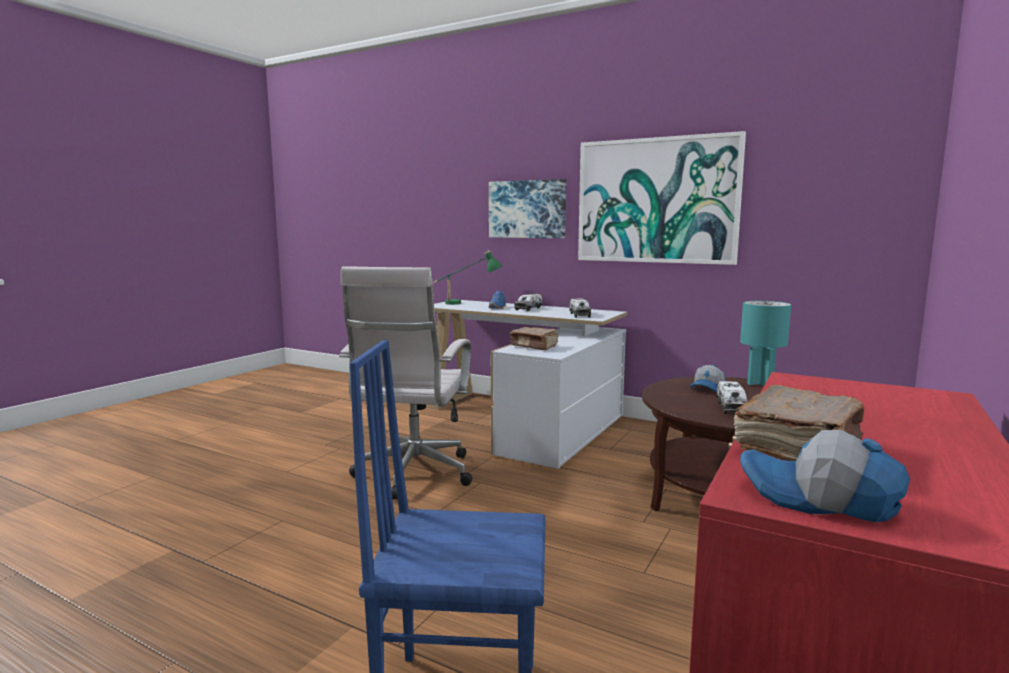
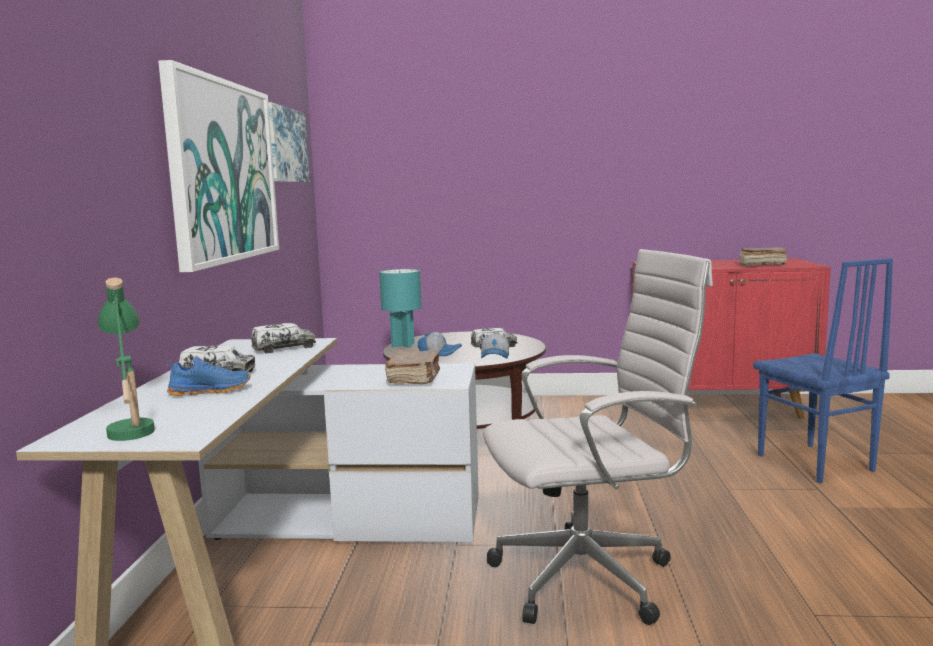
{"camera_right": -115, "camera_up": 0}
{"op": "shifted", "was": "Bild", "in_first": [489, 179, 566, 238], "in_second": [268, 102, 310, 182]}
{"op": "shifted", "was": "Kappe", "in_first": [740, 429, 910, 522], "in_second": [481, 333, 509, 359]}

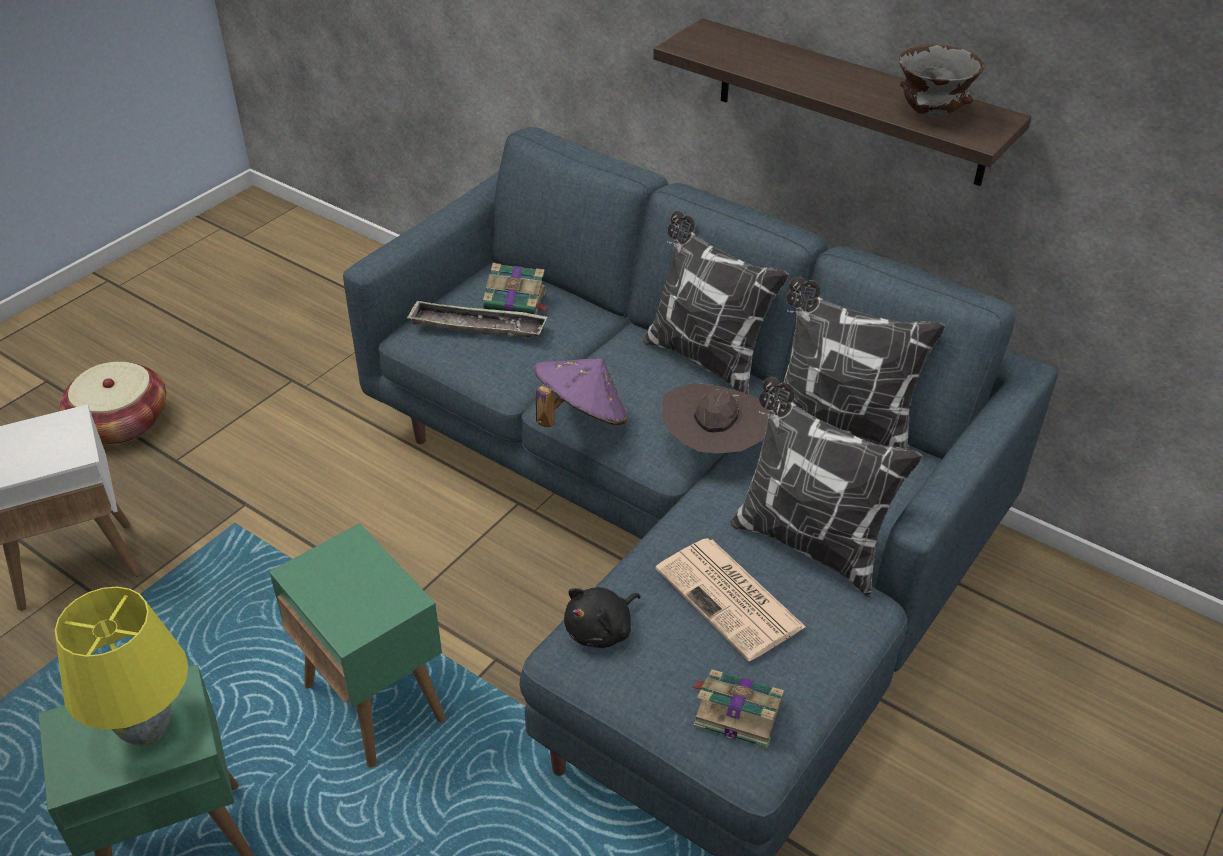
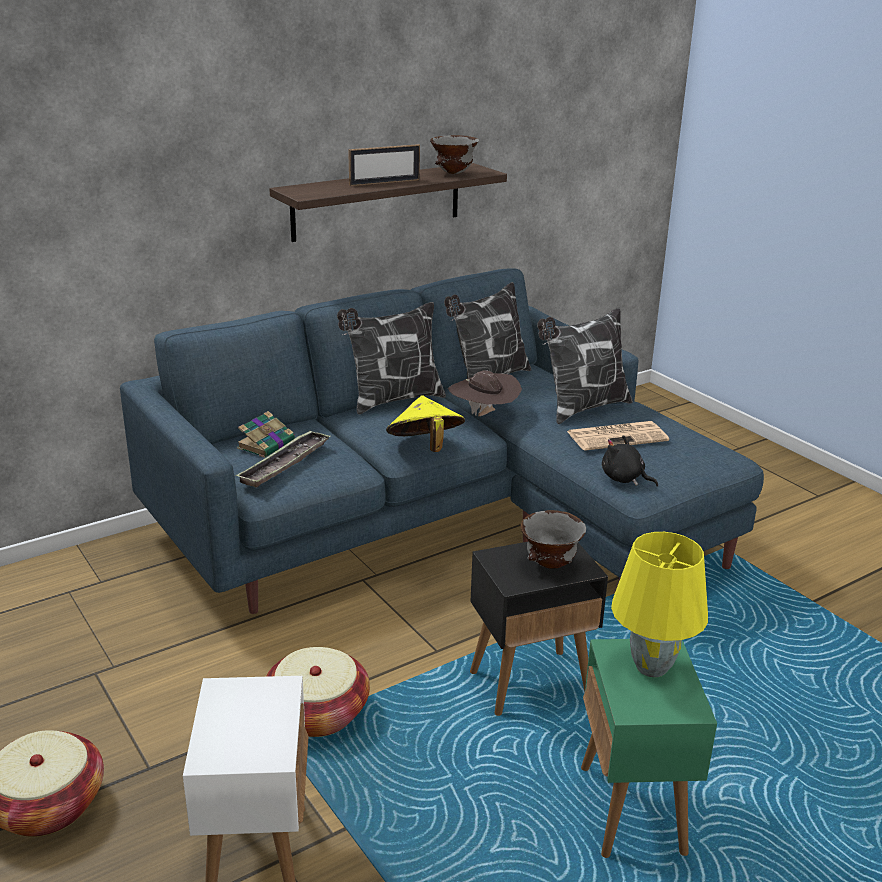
{"camera_right": -70, "camera_up": -15}
{"op": "repainted", "was": "Hut (lila)", "now": "Hut (gelb)", "in_first": [533, 358, 628, 427], "in_second": [386, 395, 465, 452]}
{"op": "repainted", "was": "Beistelltisch (grün)", "now": "Beistelltisch (schwarz)", "in_first": [269, 523, 446, 768], "in_second": [470, 542, 608, 716]}
{"op": "rotated", "was": "Plüschtier (schwarz)", "in_first": [564, 587, 641, 648], "in_second": [602, 435, 658, 486], "clockwise": 150}
{"op": "gone", "was": "Buch", "in_first": [692, 669, 784, 748]}
{"op": "new", "now": "Bilderrahmen", "in_second": [348, 144, 420, 186]}
{"op": "new", "now": "Schüssel (grau)", "in_second": [520, 510, 586, 569]}
{"op": "new", "now": "Korb", "in_second": [266, 647, 370, 737]}

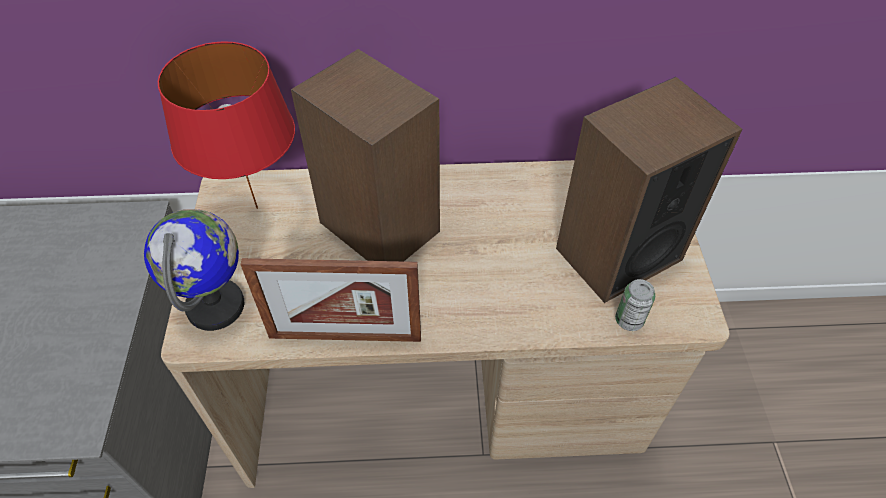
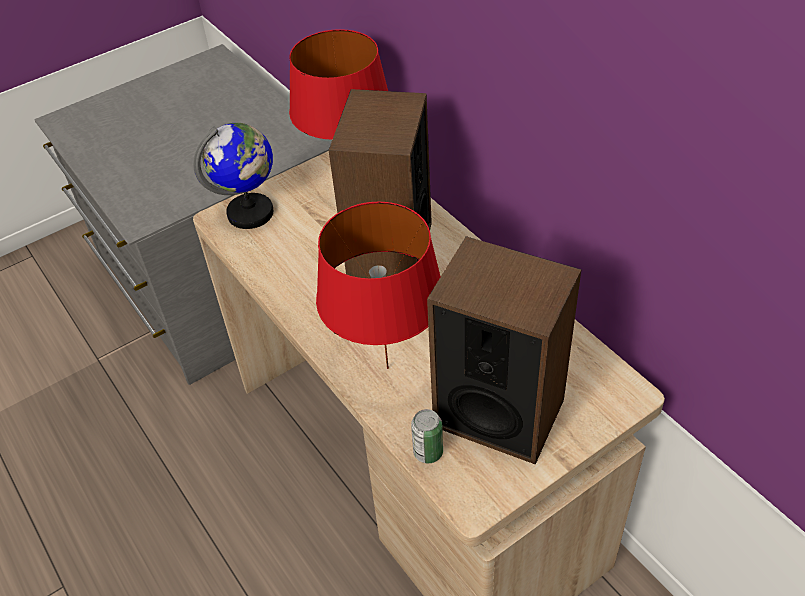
{"camera_right": 60, "camera_up": -5}
{"op": "gone", "was": "Bilderrahmen", "in_first": [240, 258, 421, 342]}
{"op": "new", "now": "Tischlampe (rot)", "in_second": [316, 202, 441, 369]}

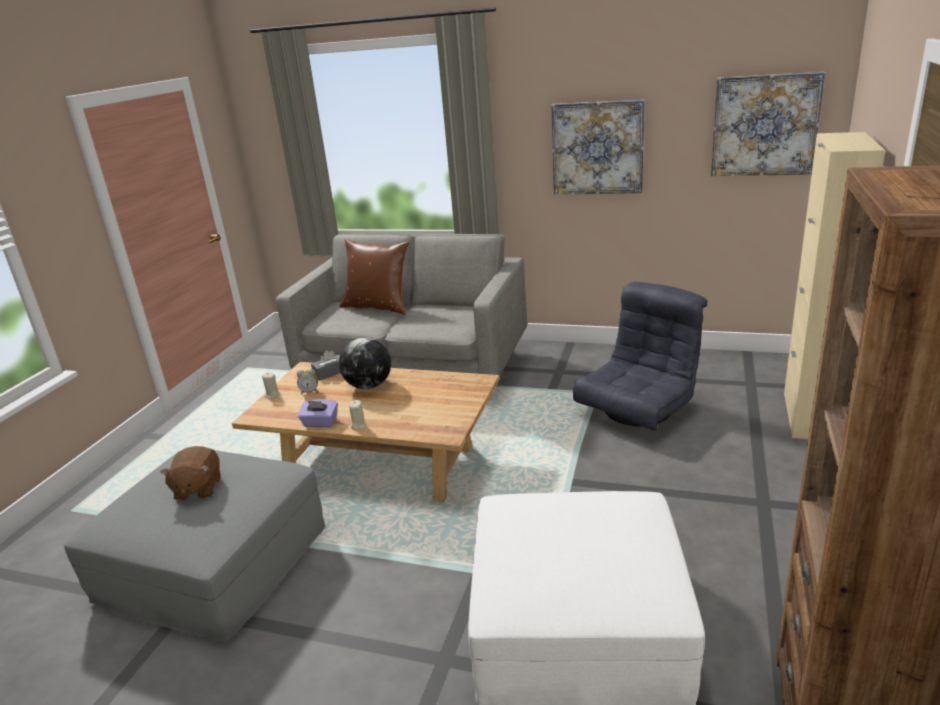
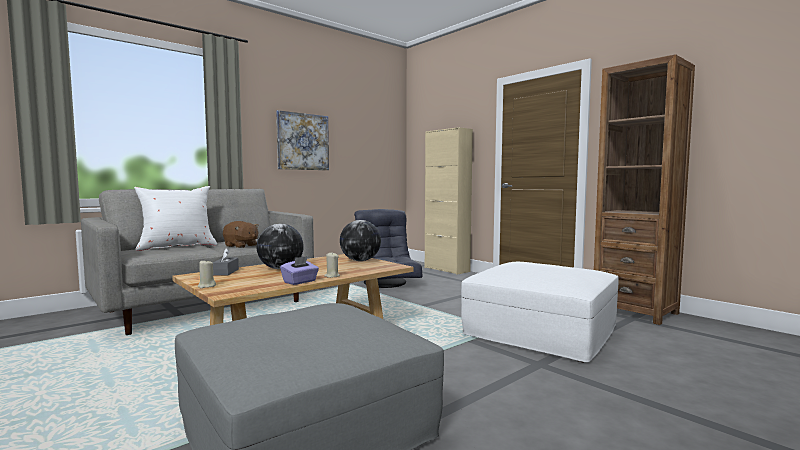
{"camera_right": -60, "camera_up": -20}
{"op": "gone", "was": "Bild", "in_first": [711, 72, 825, 176]}
{"op": "repainted", "was": "Kissen (braun)", "now": "Kissen (weiß)", "in_first": [340, 239, 409, 315], "in_second": [134, 186, 217, 251]}
{"op": "gone", "was": "Wecker", "in_first": [297, 369, 318, 395]}
{"op": "shifted", "was": "Plüschtier (braun)", "in_first": [160, 446, 221, 501], "in_second": [223, 221, 259, 248]}
{"op": "new", "now": "Globus", "in_second": [340, 220, 381, 261]}

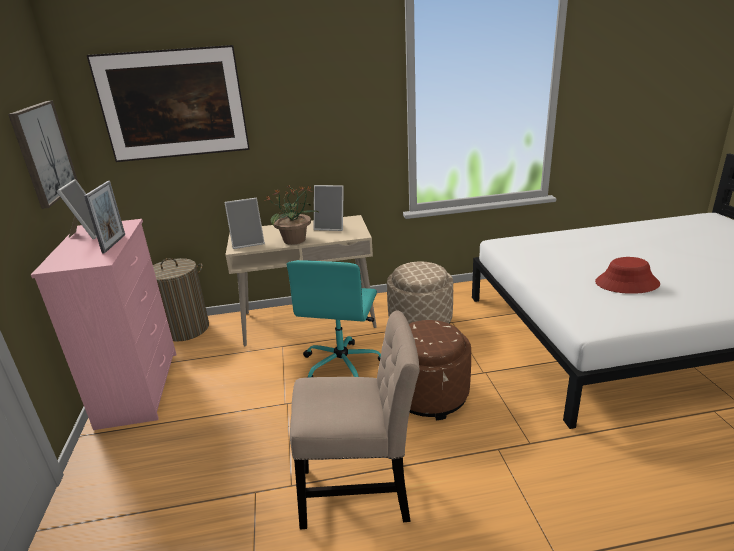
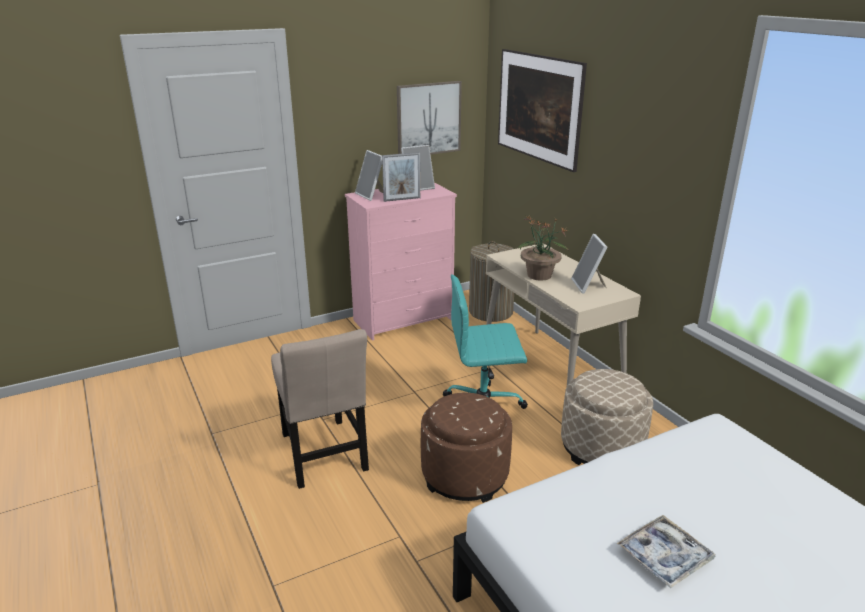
{"camera_right": 70, "camera_up": 0}
{"op": "shifted", "was": "Bilderrahmen", "in_first": [224, 198, 265, 249], "in_second": [355, 150, 383, 201]}
{"op": "swapped", "was": "Hut (rot)", "now": "Tablett", "in_first": [595, 257, 660, 294], "in_second": [617, 515, 716, 588]}

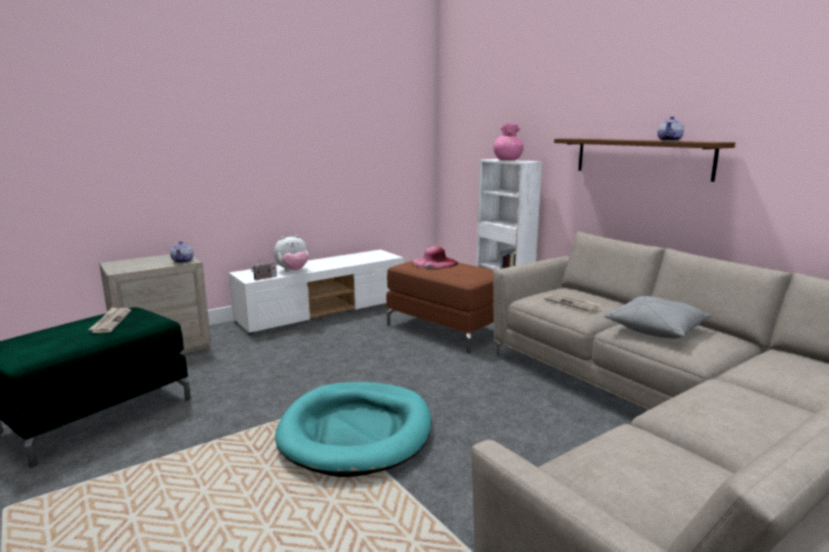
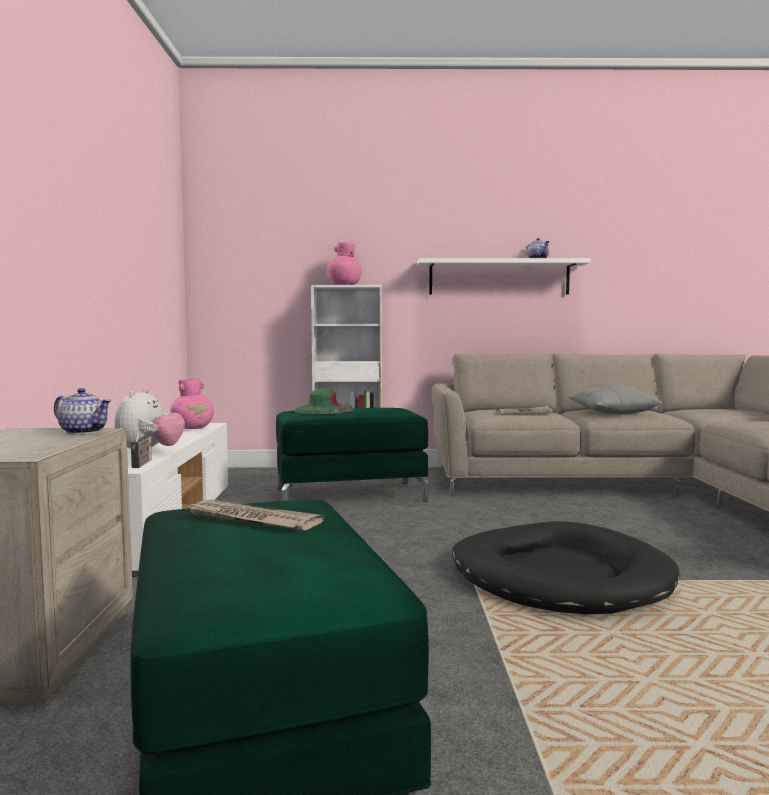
{"camera_right": -55, "camera_up": -10}
{"op": "repainted", "was": "Wandregal (braun)", "now": "Wandregal (weiß)", "in_first": [554, 138, 735, 182], "in_second": [417, 258, 591, 295]}
{"op": "repainted", "was": "Hut (rosa)", "now": "Hut (grün)", "in_first": [412, 246, 458, 269], "in_second": [293, 388, 354, 414]}
{"op": "repainted", "was": "Polsterhocker (braun)", "now": "Polsterhocker (grün)", "in_first": [386, 261, 494, 353], "in_second": [276, 408, 429, 502]}
{"op": "repainted", "was": "Hundebett (türkis)", "now": "Hundebett (schwarz)", "in_first": [275, 382, 432, 477], "in_second": [452, 521, 680, 614]}
{"op": "new", "now": "Vase (rosa)", "in_second": [170, 378, 214, 429]}

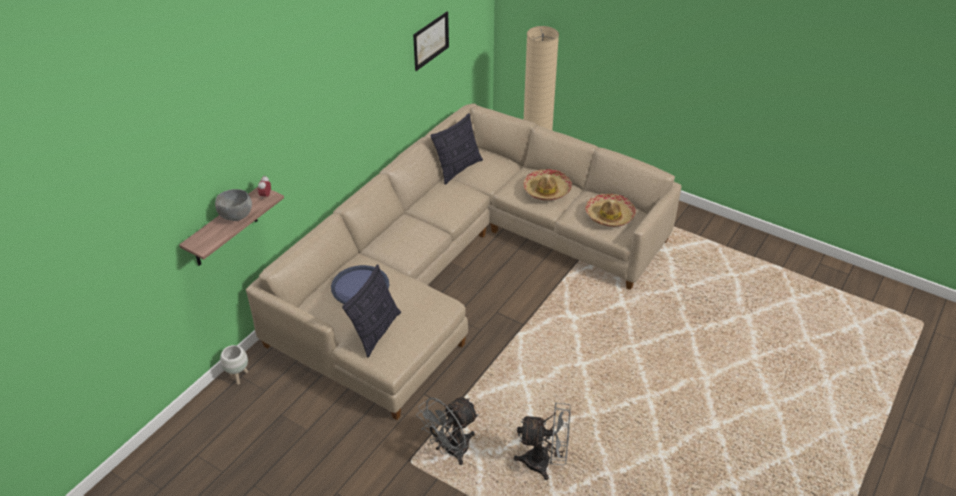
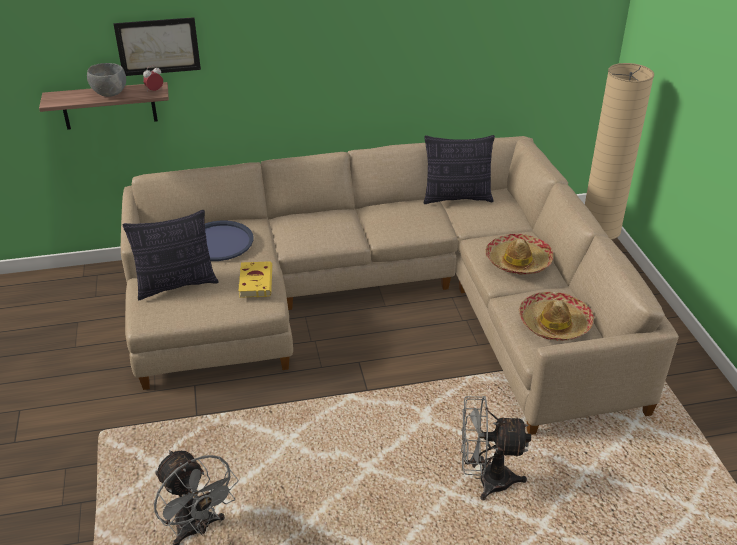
{"camera_right": 45, "camera_up": -5}
{"op": "shifted", "was": "Bild", "in_first": [413, 11, 449, 71], "in_second": [114, 17, 201, 76]}
{"op": "gone", "was": "Pflanzkübel (weiß)", "in_first": [220, 345, 248, 385]}
{"op": "shifted", "was": "Ventilator (grau)", "in_first": [416, 397, 479, 465], "in_second": [461, 396, 531, 501]}
{"op": "new", "now": "Buch (gelb)", "in_second": [239, 261, 272, 298]}

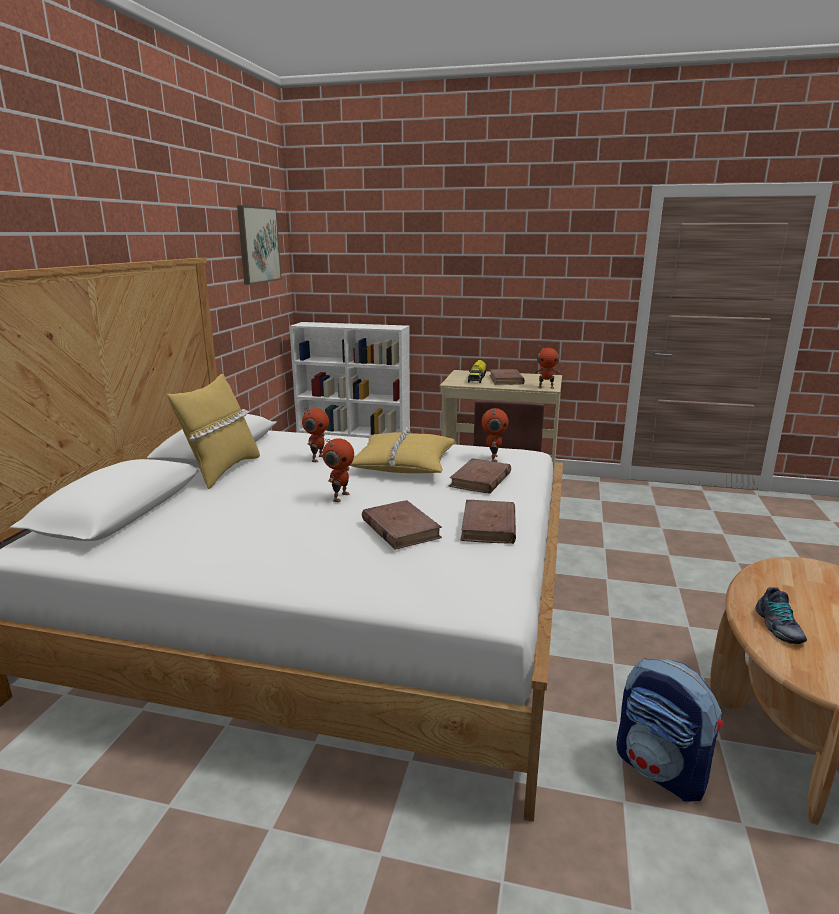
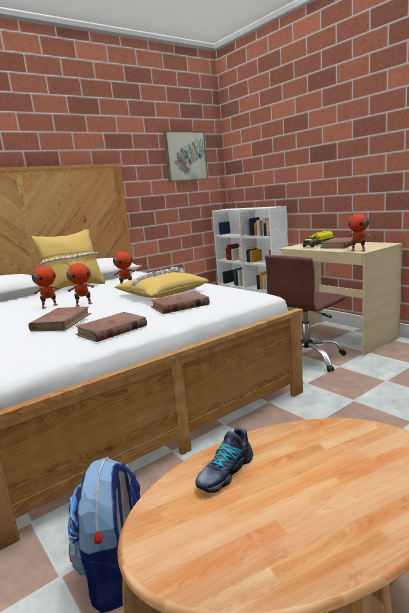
{"camera_right": 40, "camera_up": -5}
{"op": "shifted", "was": "Spielzeugroboter", "in_first": [482, 408, 508, 462], "in_second": [29, 265, 59, 309]}

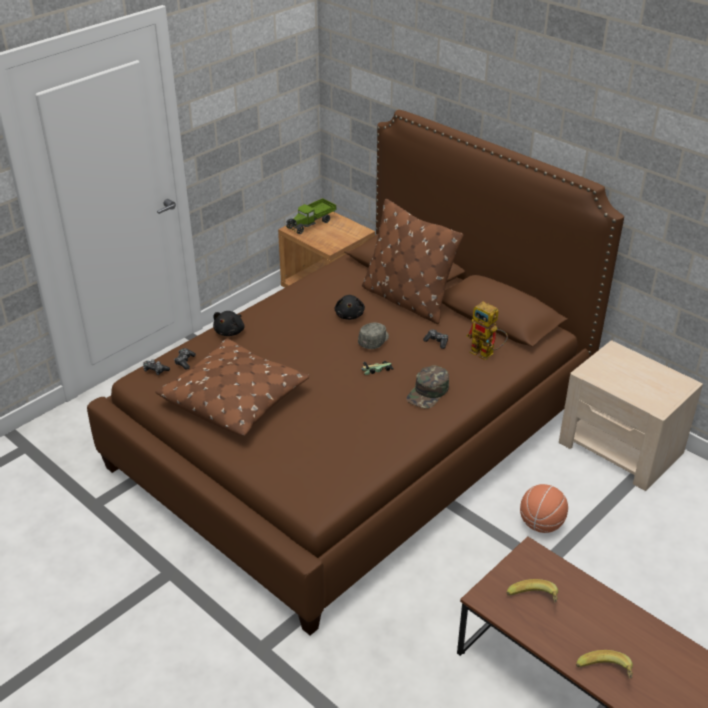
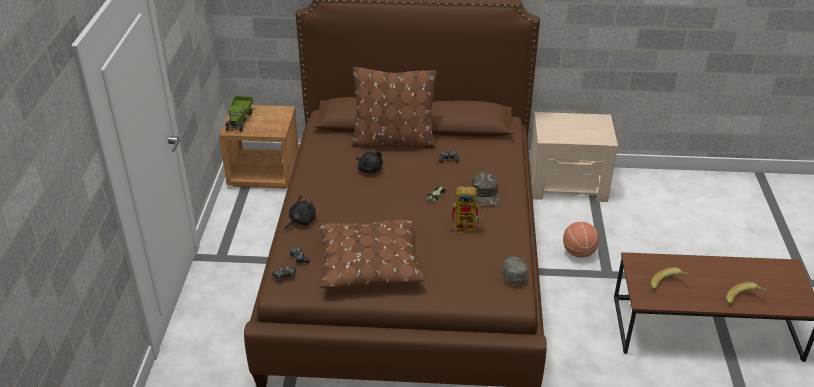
{"camera_right": -40, "camera_up": 0}
{"op": "shifted", "was": "Spielzeugroboter", "in_first": [466, 301, 508, 360], "in_second": [449, 187, 484, 234]}
{"op": "rotated", "was": "Plüschtier (schwarz)", "in_first": [213, 311, 244, 336], "in_second": [284, 196, 316, 230], "clockwise": -120}
{"op": "shifted", "was": "Kappe (grau)", "in_first": [358, 323, 389, 349], "in_second": [502, 257, 528, 285]}

